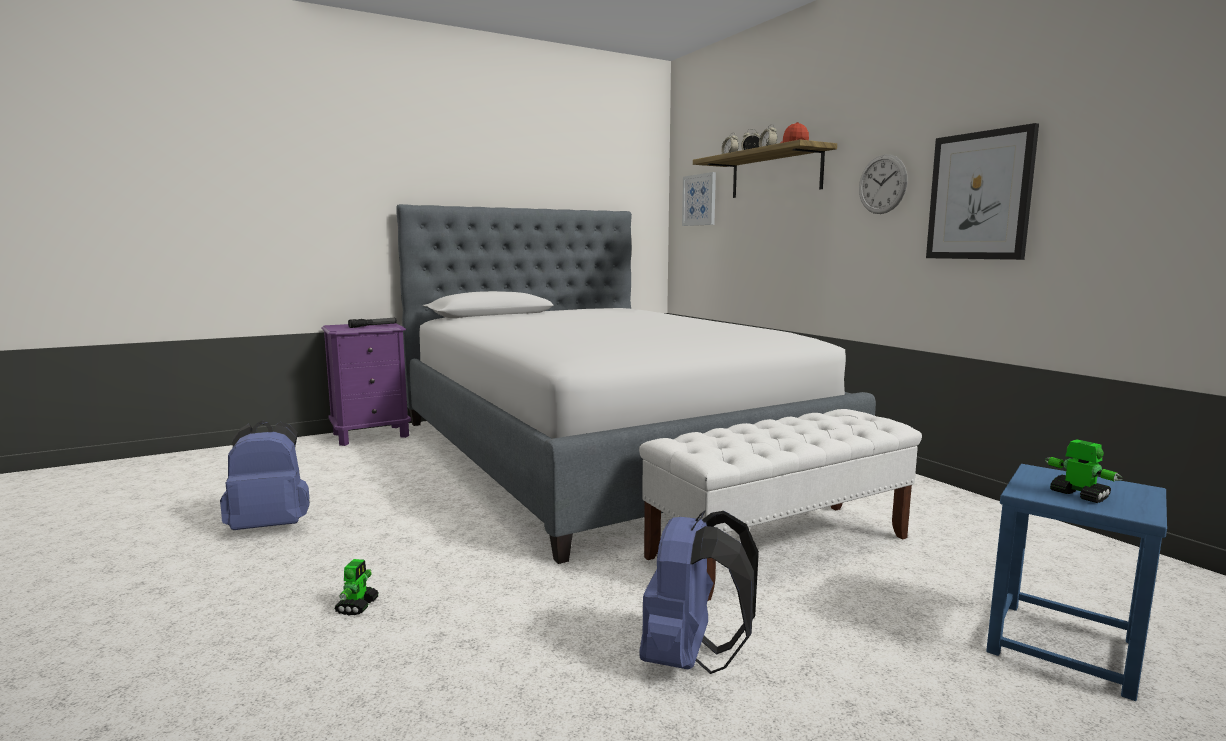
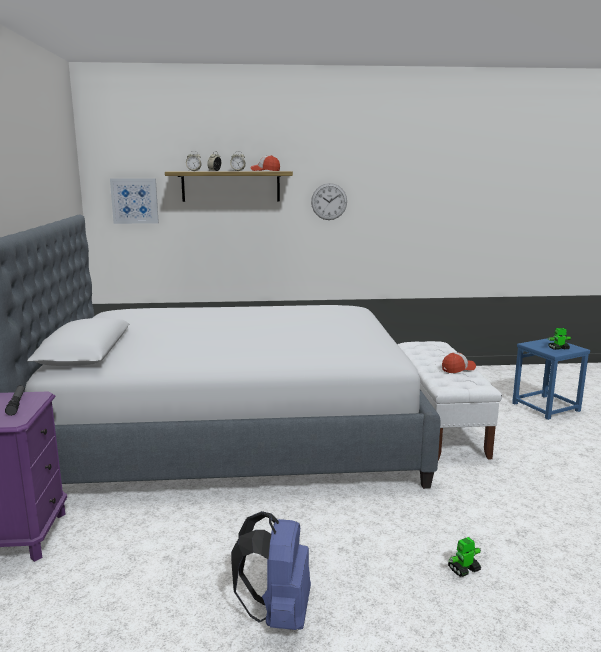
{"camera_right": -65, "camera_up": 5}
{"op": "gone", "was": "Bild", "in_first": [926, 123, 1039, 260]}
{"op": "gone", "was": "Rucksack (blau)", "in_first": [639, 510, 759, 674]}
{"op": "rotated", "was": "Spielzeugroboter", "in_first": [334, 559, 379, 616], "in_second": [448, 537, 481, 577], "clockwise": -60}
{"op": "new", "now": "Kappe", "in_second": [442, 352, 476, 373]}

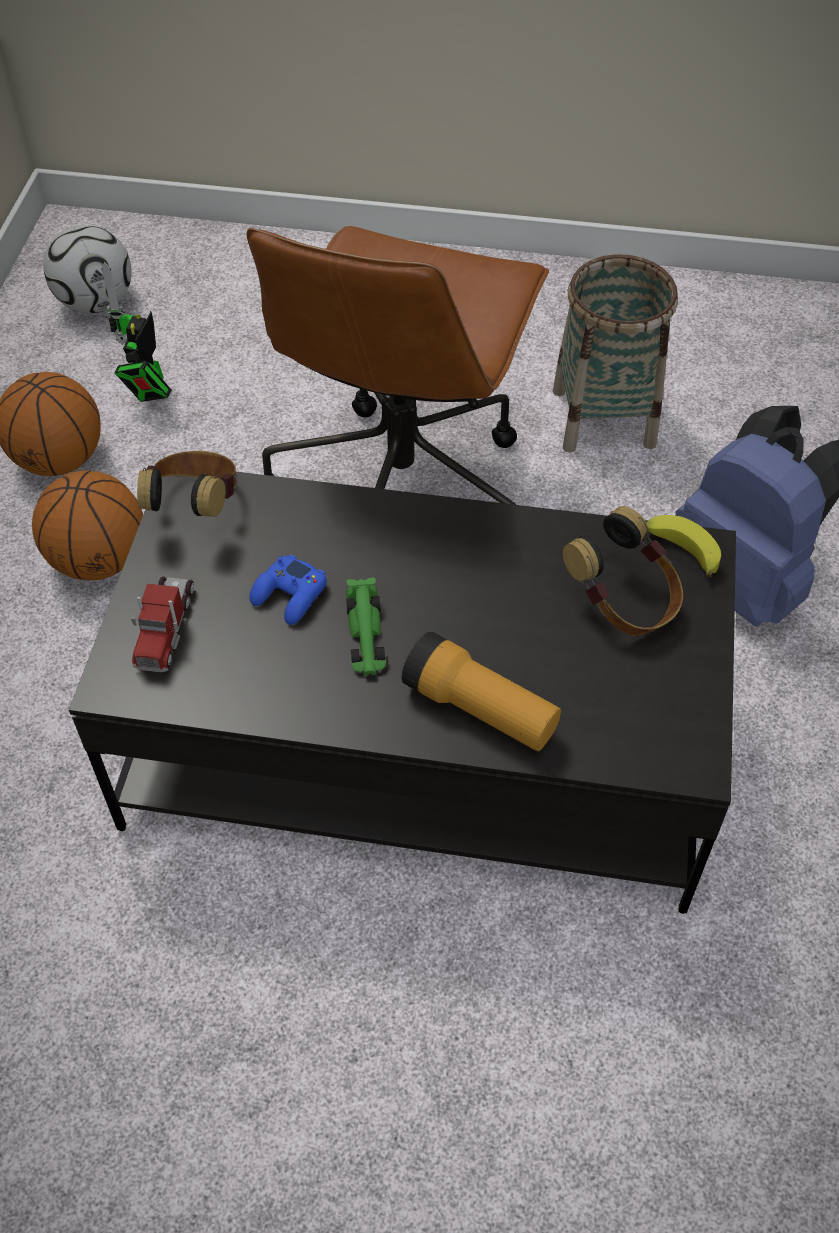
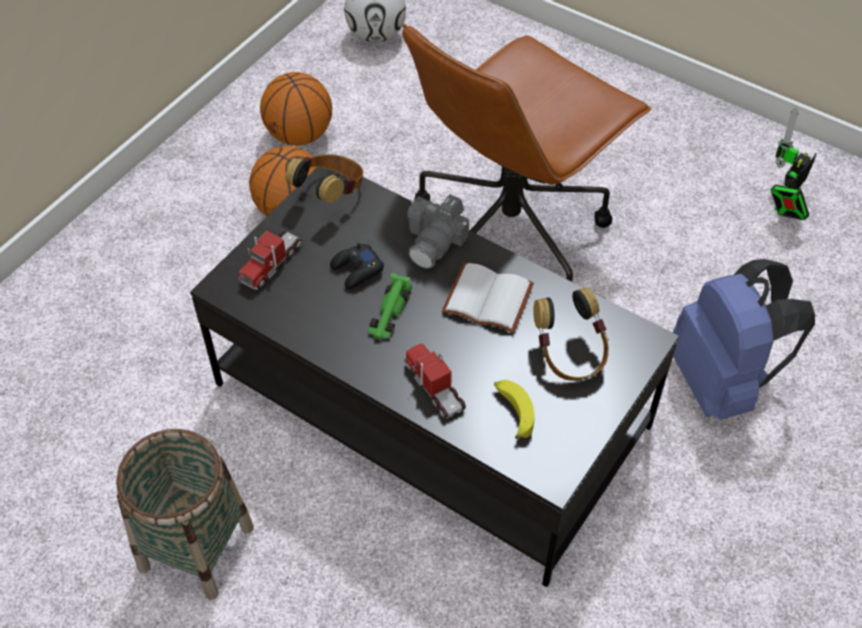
{"camera_right": 25, "camera_up": 0}
{"op": "shifted", "was": "Korb", "in_first": [553, 254, 678, 453], "in_second": [116, 429, 254, 600]}
{"op": "shifted", "was": "Spielzeugroboter", "in_first": [101, 262, 172, 402], "in_second": [770, 108, 817, 220]}
{"op": "shifted", "was": "Banane", "in_first": [646, 515, 721, 577], "in_second": [494, 380, 535, 439]}
{"op": "repainted", "was": "Gamepad (blau)", "now": "Gamepad (schwarz)", "in_first": [249, 554, 327, 625], "in_second": [330, 243, 384, 290]}
{"op": "swapped", "was": "Taschenlampe", "now": "Spielzeuglaster", "in_first": [402, 631, 561, 751], "in_second": [404, 343, 466, 419]}
{"op": "new", "now": "Kamera", "in_second": [407, 195, 469, 269]}
{"op": "new", "now": "Buch (weiß)", "in_second": [442, 263, 534, 333]}

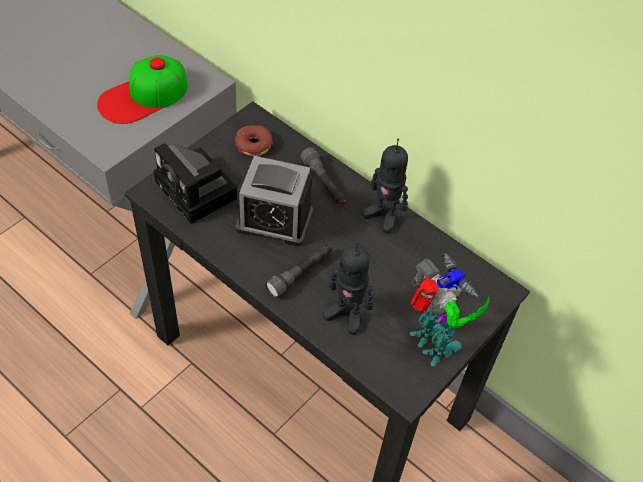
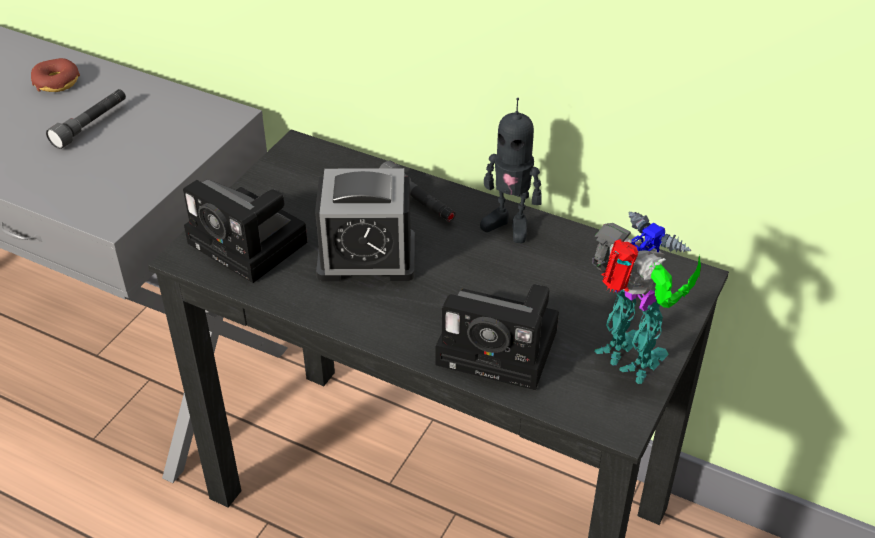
{"camera_right": -10, "camera_up": -10}
{"op": "gone", "was": "Kappe", "in_first": [97, 55, 188, 124]}
{"op": "shifted", "was": "Donut", "in_first": [235, 125, 273, 156], "in_second": [31, 58, 80, 92]}
{"op": "swapped", "was": "Spielzeugroboter", "now": "Kamera", "in_first": [323, 241, 373, 335], "in_second": [435, 284, 559, 390]}
{"op": "shifted", "was": "Taschenlampe (grau)", "in_first": [265, 243, 333, 298], "in_second": [46, 89, 126, 149]}

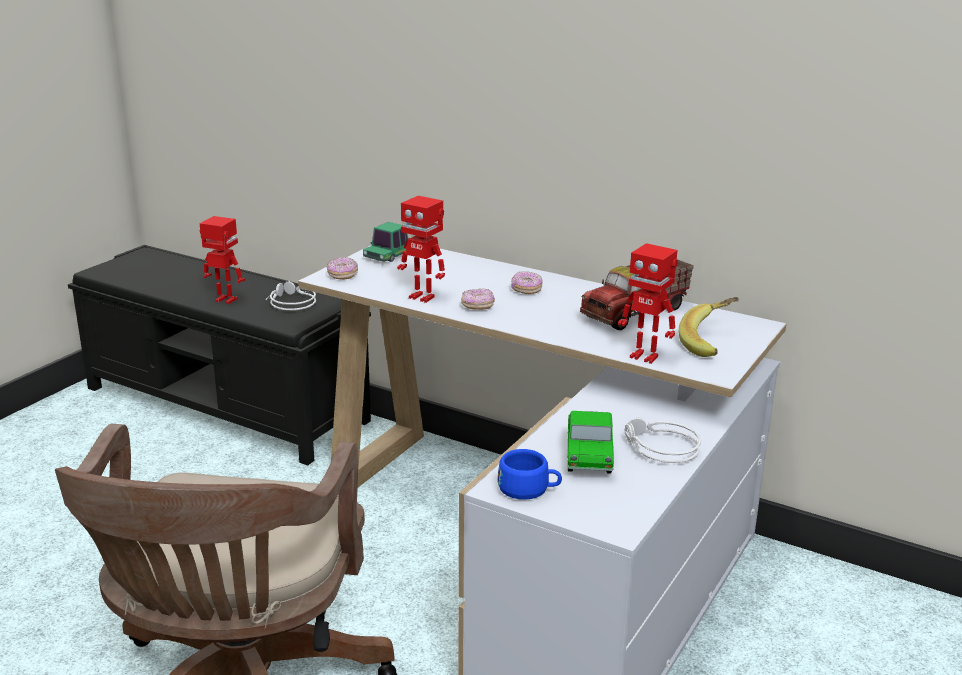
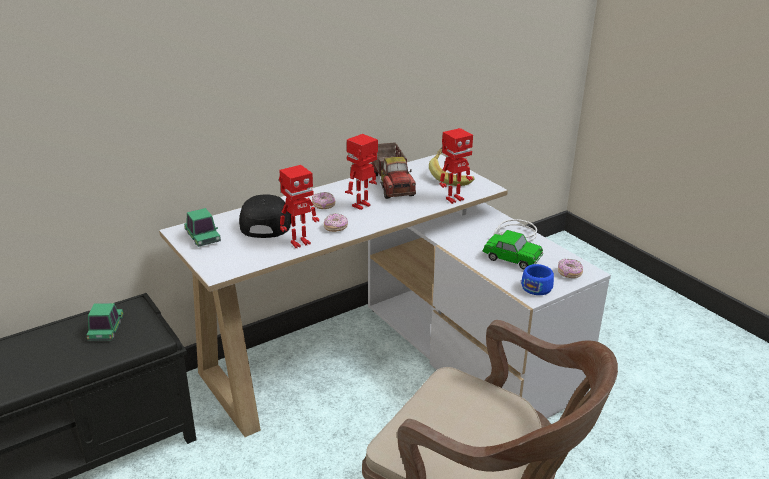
{"camera_right": -65, "camera_up": 5}
{"op": "shifted", "was": "Spielzeugroboter", "in_first": [200, 216, 246, 304], "in_second": [345, 134, 378, 210]}
{"op": "shifted", "was": "Donut", "in_first": [327, 257, 358, 280], "in_second": [558, 259, 583, 278]}
{"op": "swapped", "was": "Kopfhörer (grau)", "now": "Spielzeugauto", "in_first": [266, 281, 316, 311], "in_second": [87, 303, 124, 341]}
{"op": "new", "now": "Kappe (schwarz)", "in_second": [239, 194, 291, 238]}

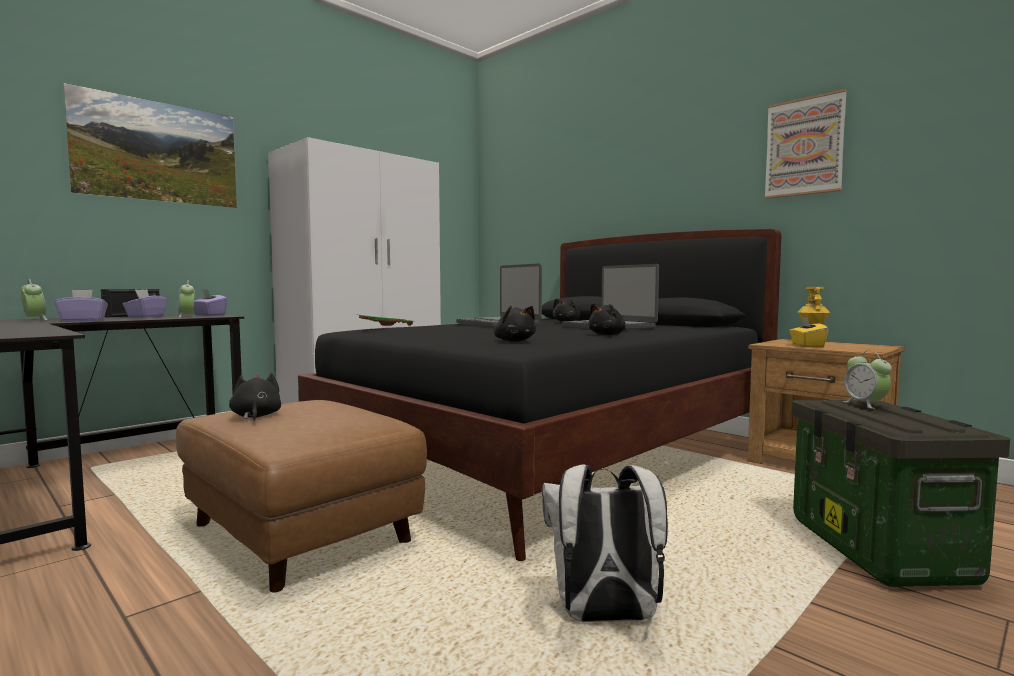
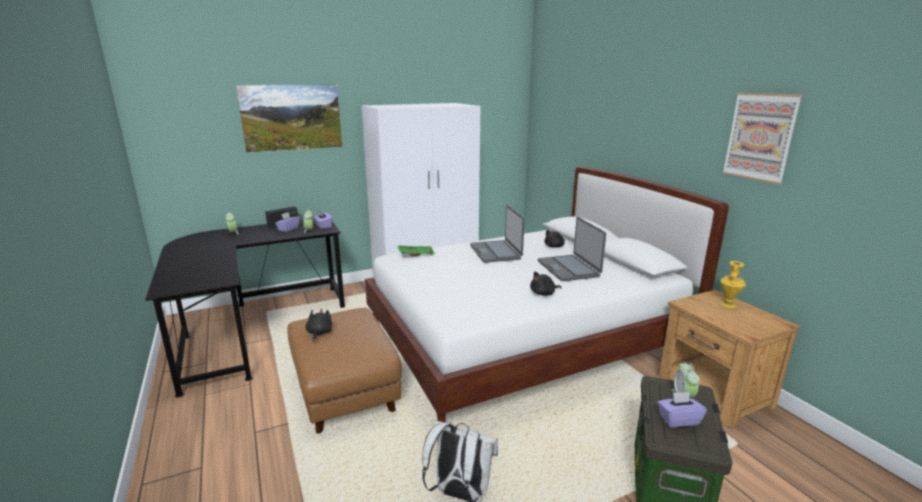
{"camera_right": 20, "camera_up": 15}
{"op": "repainted", "was": "Bett (schwarz)", "now": "Bett (weiß)", "in_first": [298, 229, 781, 561], "in_second": [365, 167, 729, 423]}
{"op": "shifted", "was": "Taschentuchbox (lila)", "in_first": [54, 289, 108, 322], "in_second": [657, 392, 707, 427]}
{"op": "gone", "was": "Plüschtier (schwarz)", "in_first": [494, 306, 536, 342]}
{"op": "gone", "was": "Taschentuchbox (gelb)", "in_first": [790, 317, 829, 347]}

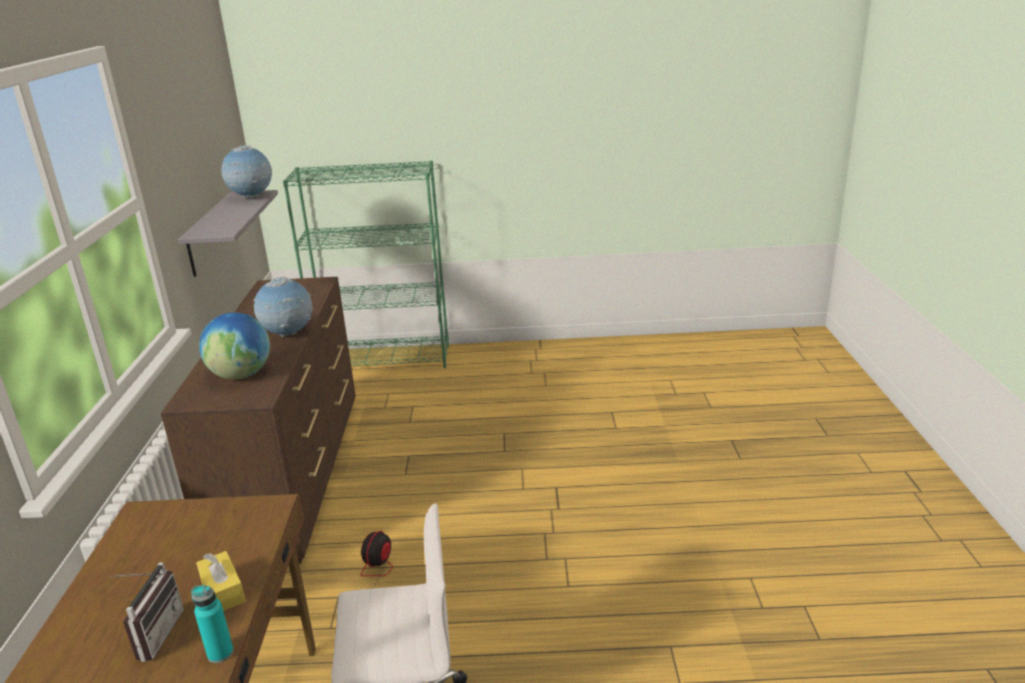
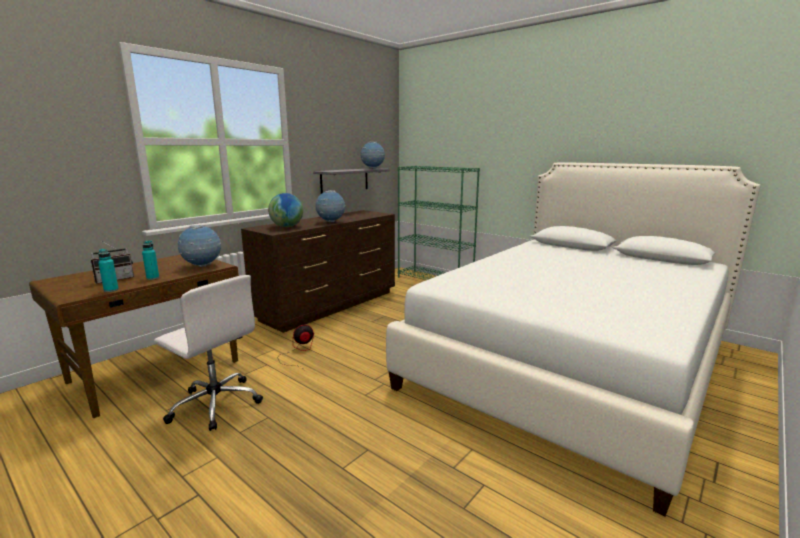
{"camera_right": 40, "camera_up": -10}
{"op": "swapped", "was": "Taschentuchbox (gelb)", "now": "Flasche (türkis)", "in_first": [196, 551, 246, 611], "in_second": [142, 241, 159, 280]}
{"op": "new", "now": "Bett (weiß)", "in_second": [386, 163, 761, 516]}
{"op": "new", "now": "Globus", "in_second": [178, 225, 221, 267]}

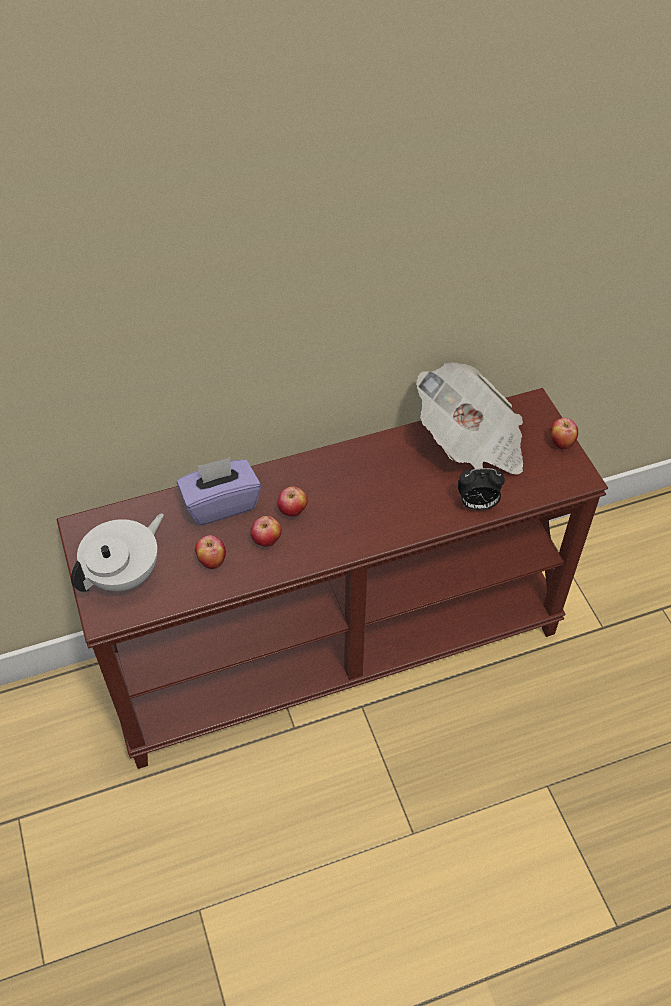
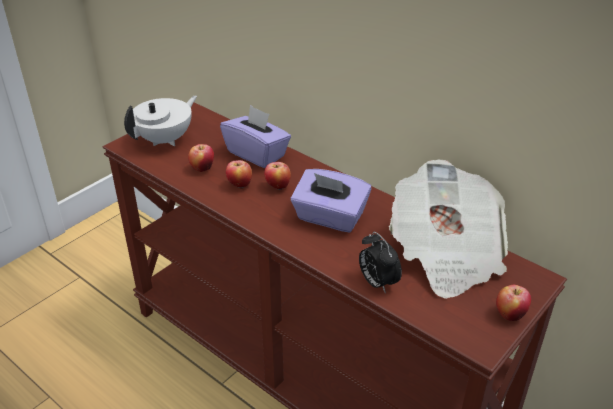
{"camera_right": 60, "camera_up": -15}
{"op": "rotated", "was": "Teekanne (weiß)", "in_first": [71, 513, 164, 592], "in_second": [124, 95, 197, 146], "clockwise": -60}
{"op": "new", "now": "Taschentuchbox (lila)", "in_second": [291, 169, 371, 233]}

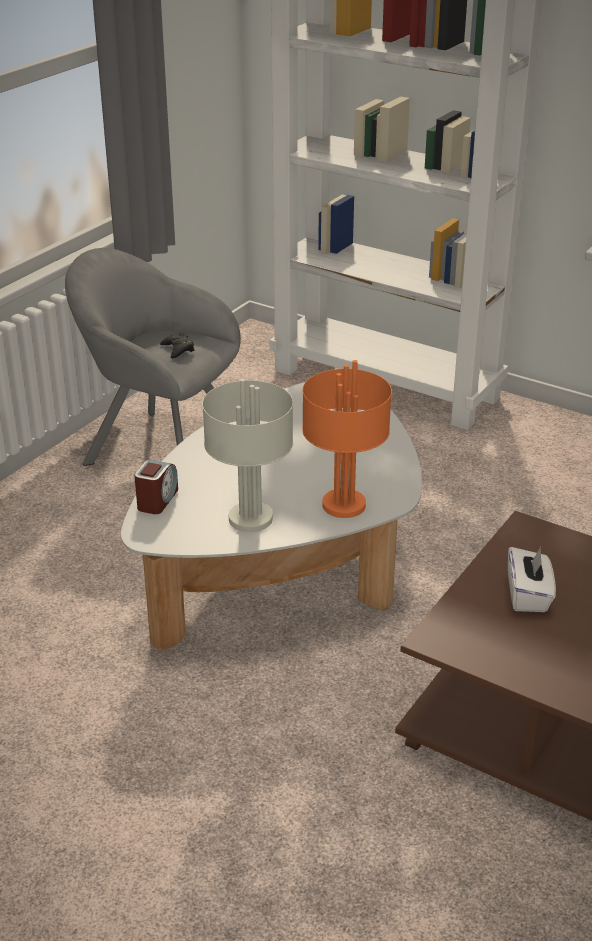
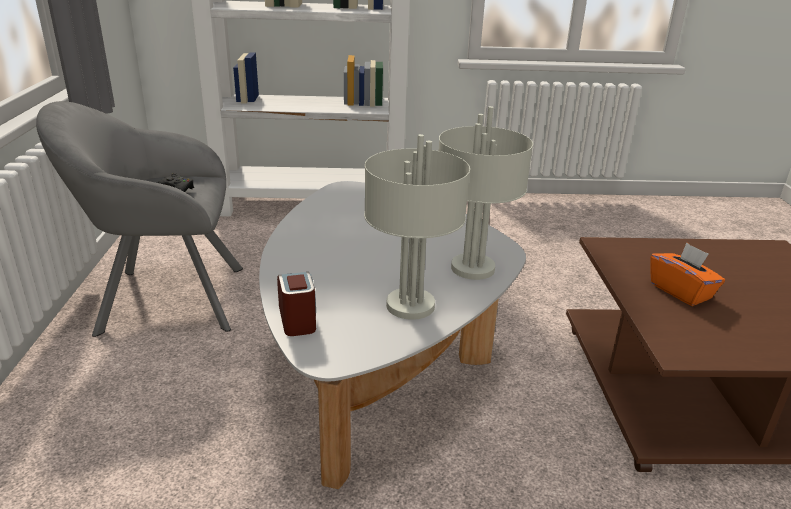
{"camera_right": -35, "camera_up": -5}
{"op": "repainted", "was": "Tischlampe (orange)", "now": "Tischlampe (grau)", "in_first": [302, 360, 392, 518], "in_second": [439, 106, 533, 280]}
{"op": "repainted", "was": "Taschentuchbox (weiß)", "now": "Taschentuchbox (orange)", "in_first": [508, 547, 556, 612], "in_second": [650, 243, 725, 306]}

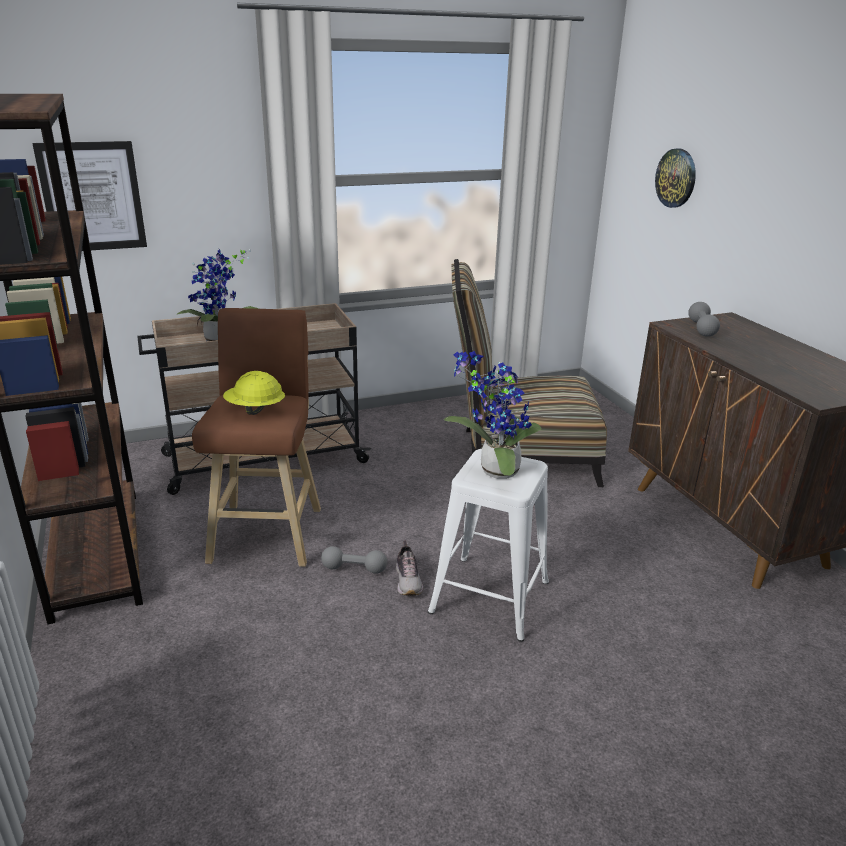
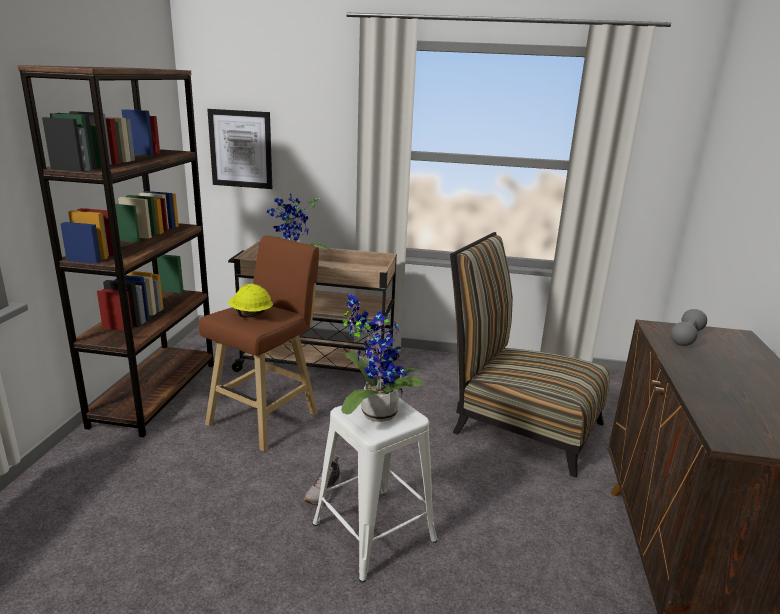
{"camera_right": 30, "camera_up": -5}
{"op": "gone", "was": "Wanduhr", "in_first": [655, 148, 696, 208]}
{"op": "gone", "was": "Hantel (grau)", "in_first": [321, 546, 387, 574]}

